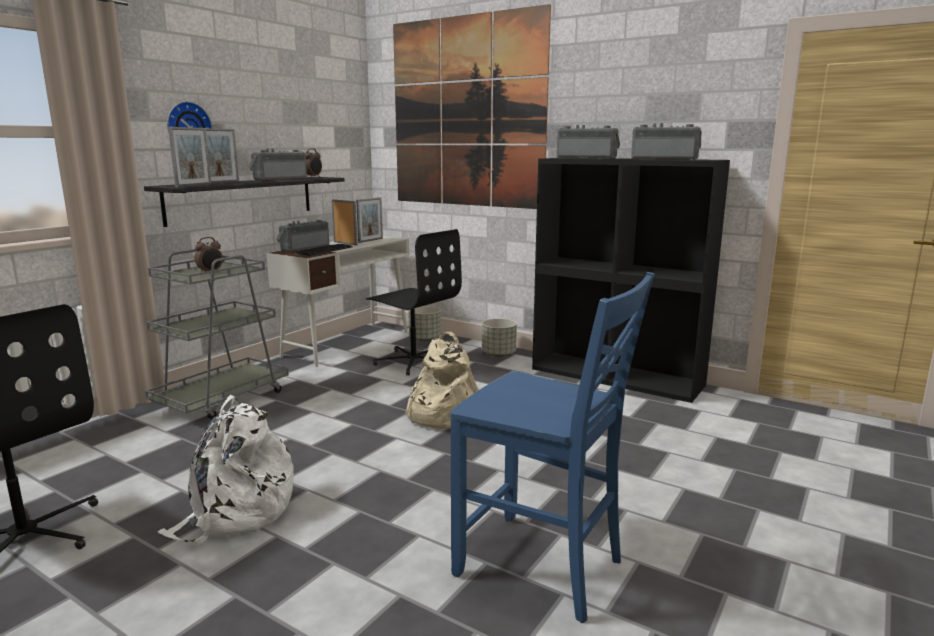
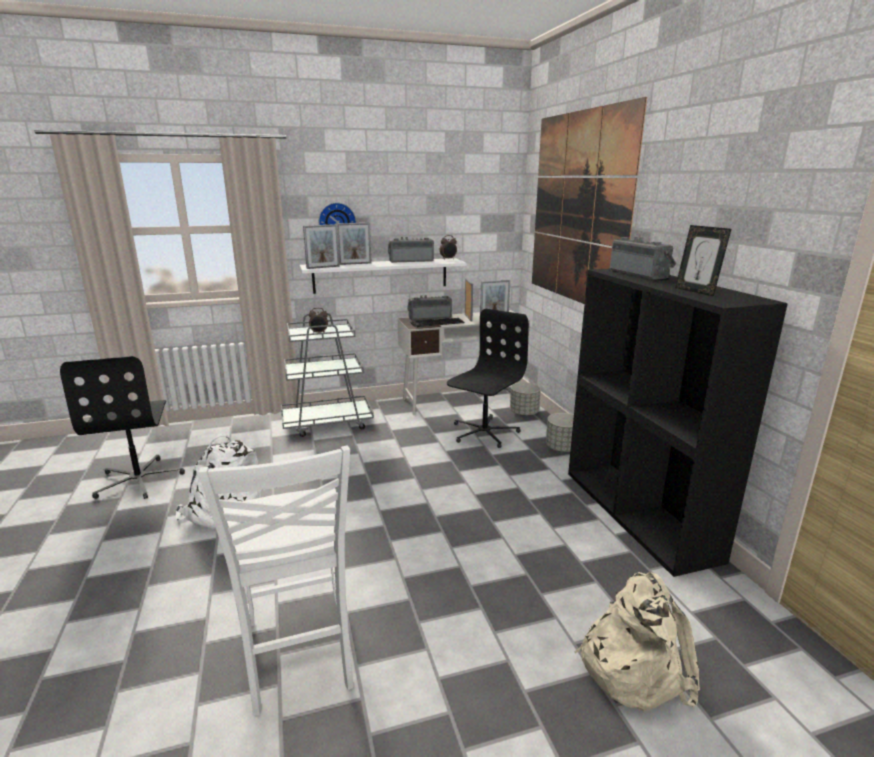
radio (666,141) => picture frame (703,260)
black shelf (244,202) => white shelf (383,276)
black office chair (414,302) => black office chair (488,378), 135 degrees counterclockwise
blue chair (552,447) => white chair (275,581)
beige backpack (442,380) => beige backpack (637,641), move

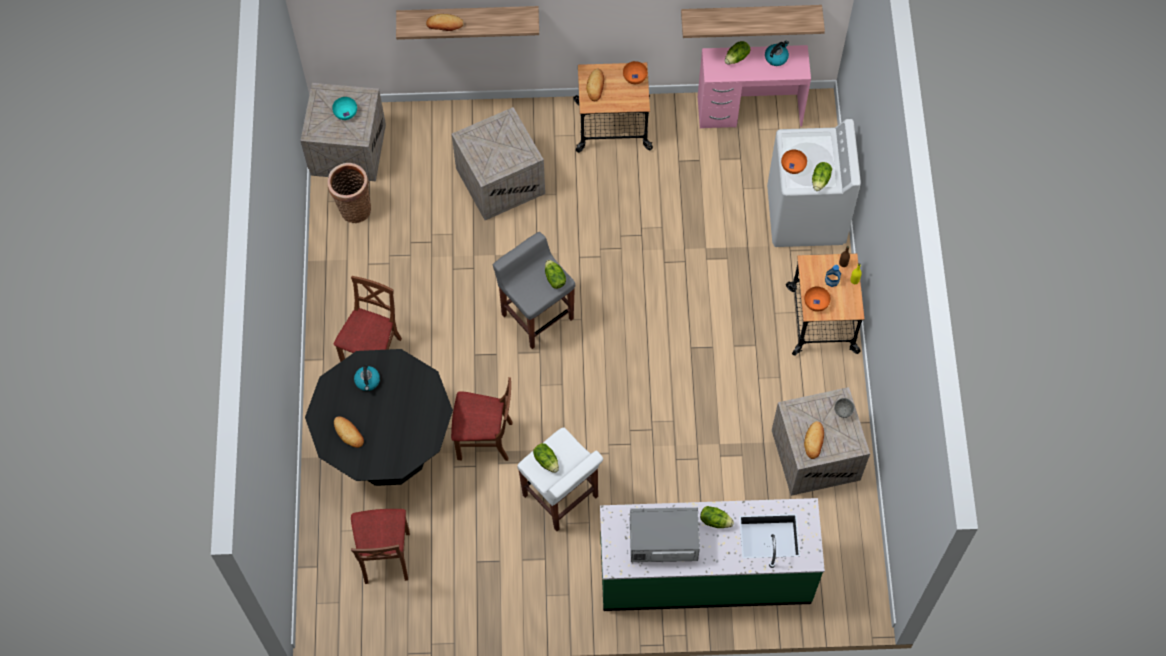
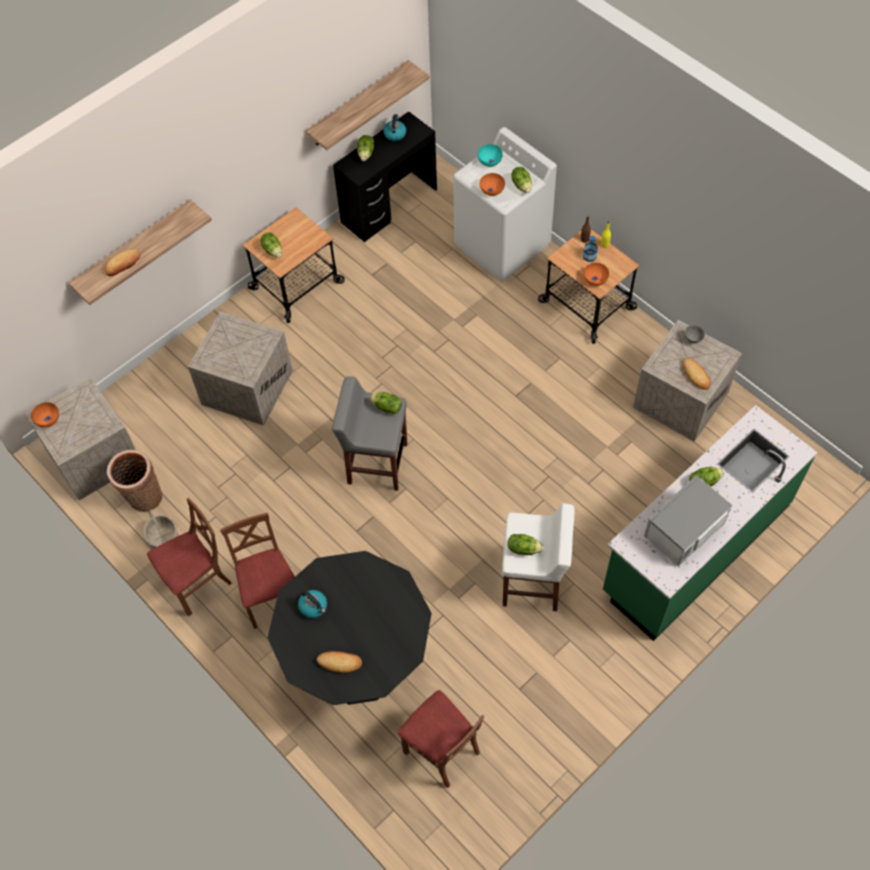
pink desk (754,87) => black desk (385,176)
orange bowl (635,72) => orange bowl (45,415), move
bread (595,84) => lettuce (271,245)
turquoise bowl (344,108) => turquoise bowl (490,155), move
brown chair (481,419) => brown chair (189,557), move
nothing => basket (160,529)

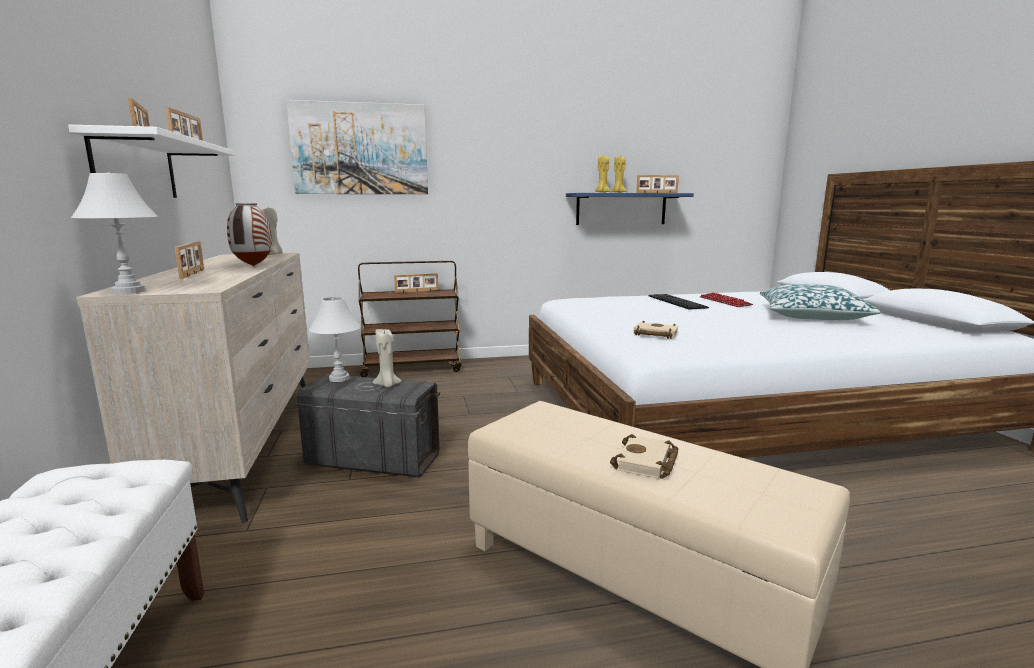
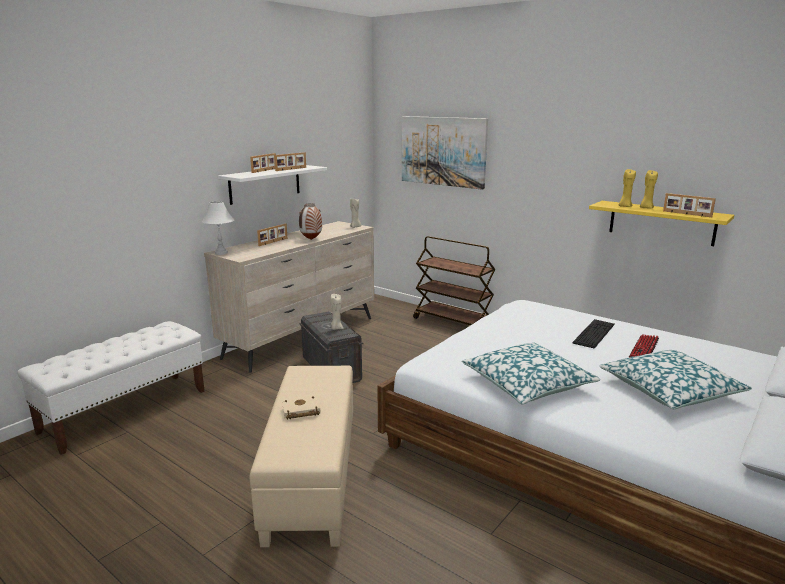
blue shelf (630,209) => yellow shelf (661,223)
picture frame (416,283) => nothing
white table lamp (335,339) => nothing
beige book (656,330) => nothing
nothing => pillow (531,373)

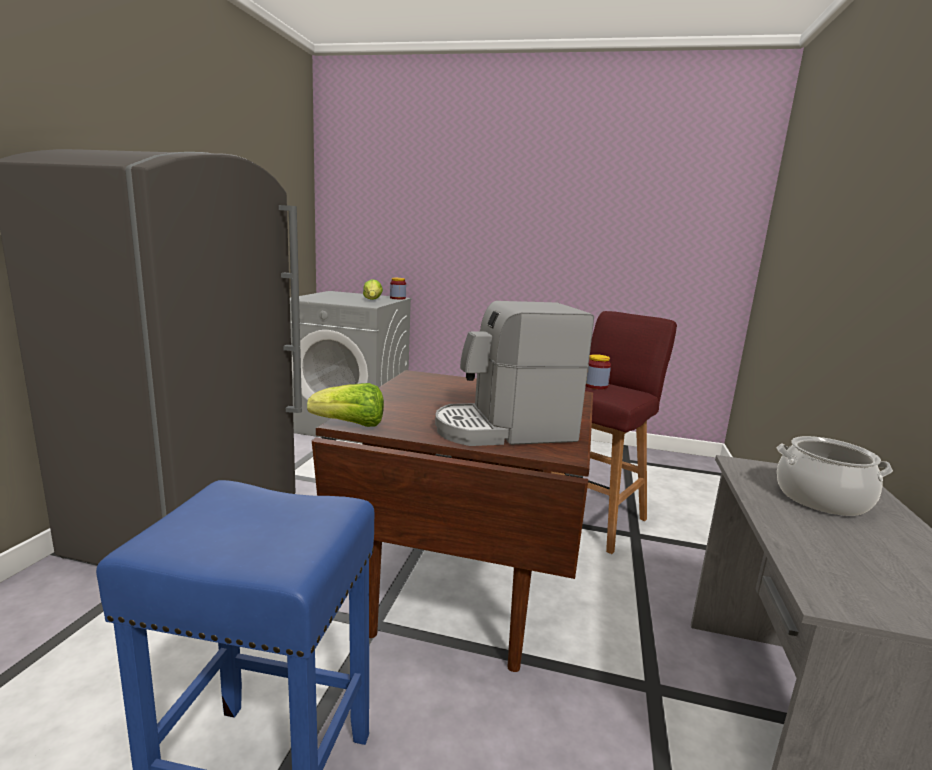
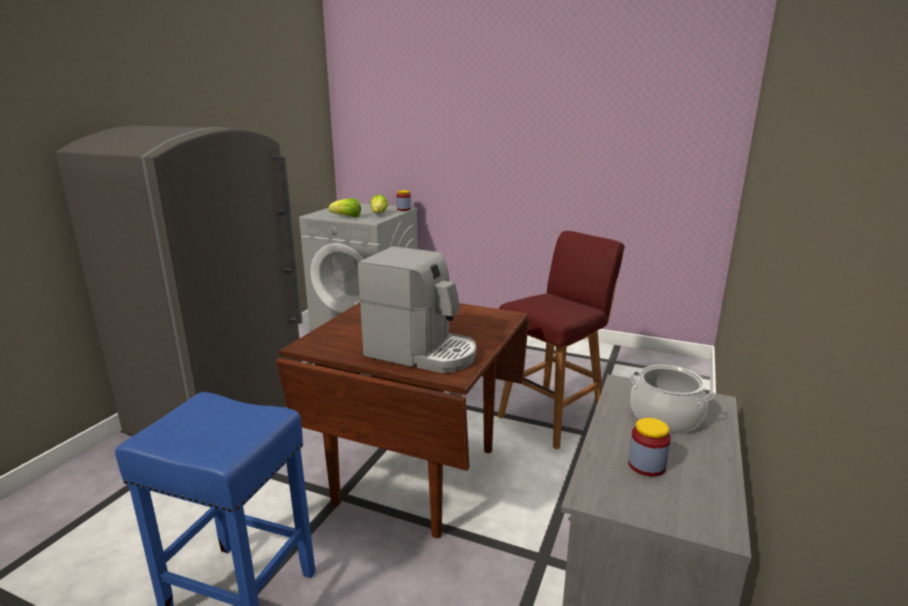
coffee machine (514,373) => coffee machine (416,309), 150 degrees counterclockwise
jar (598,371) => jar (649,447), move
lettuce (345,405) => lettuce (344,207), move

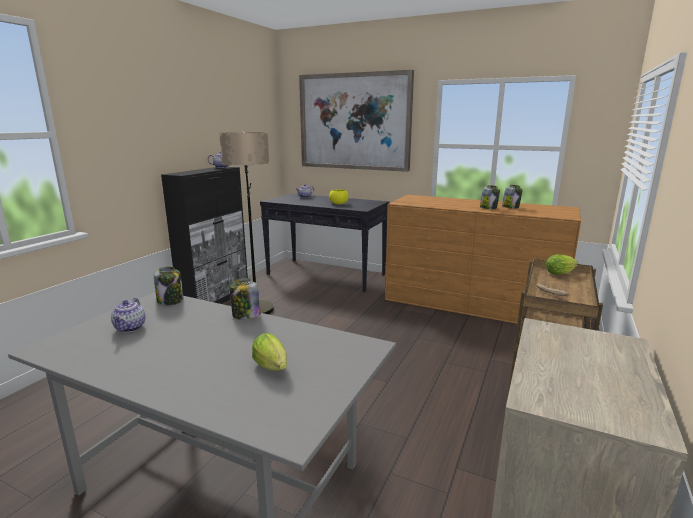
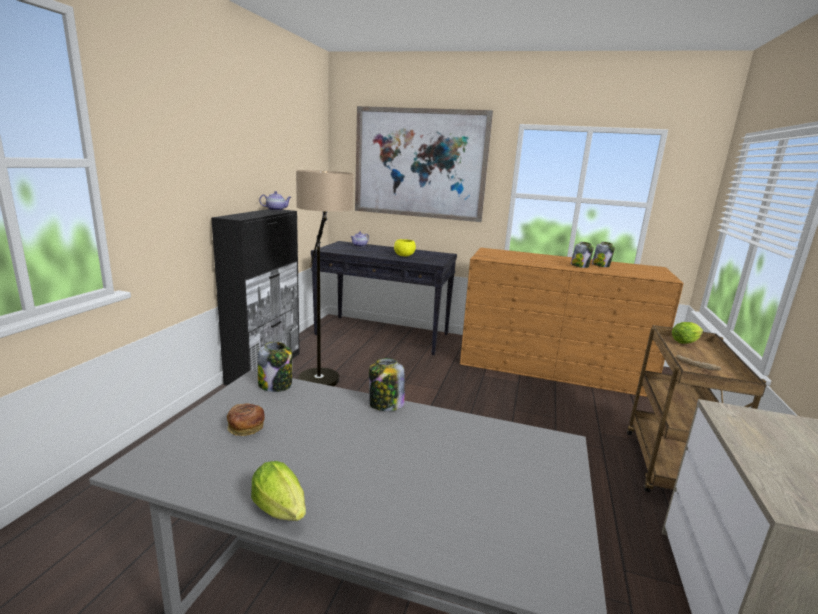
teapot (128,315) => bread (246,419)
lettuce (269,352) => lettuce (278,491), move

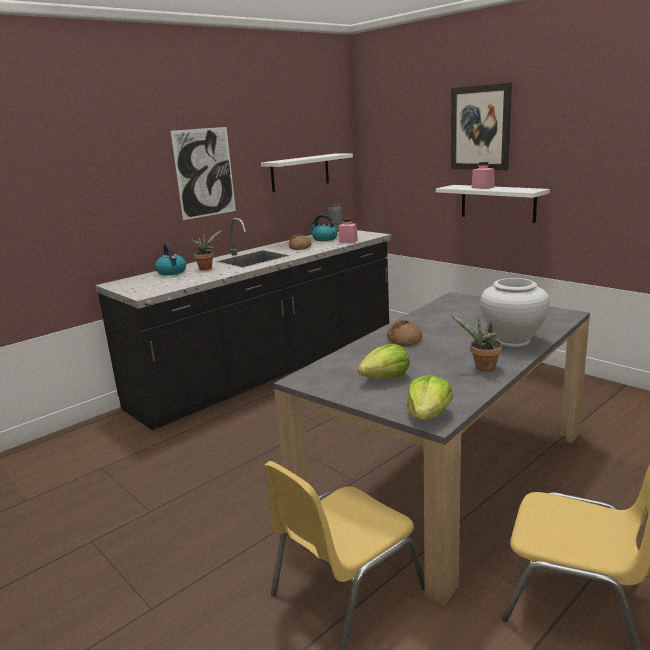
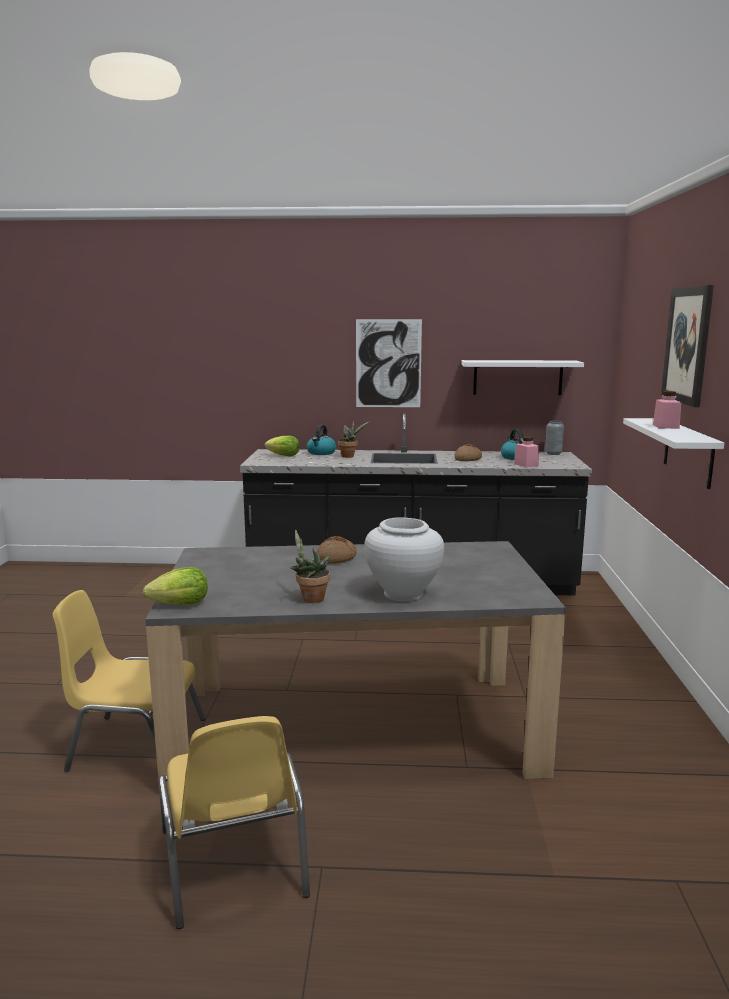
lettuce (384,361) => lettuce (282,446), move

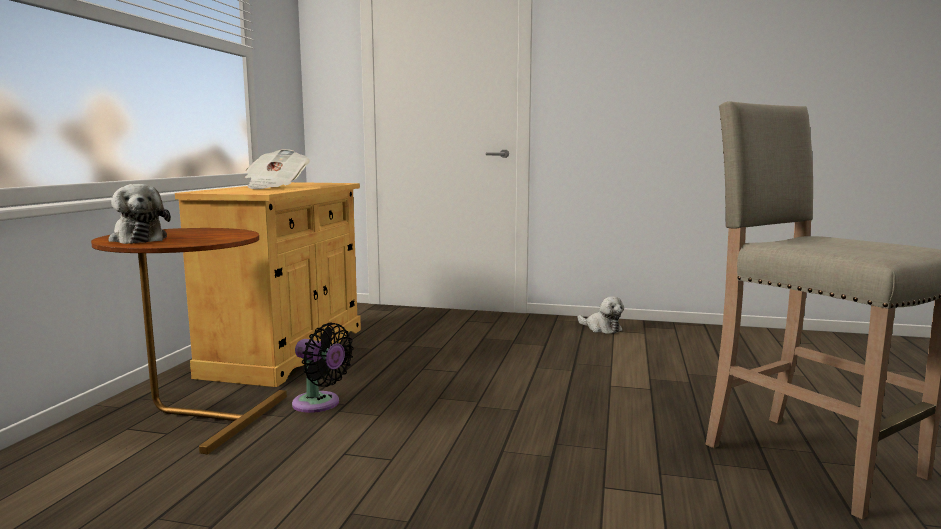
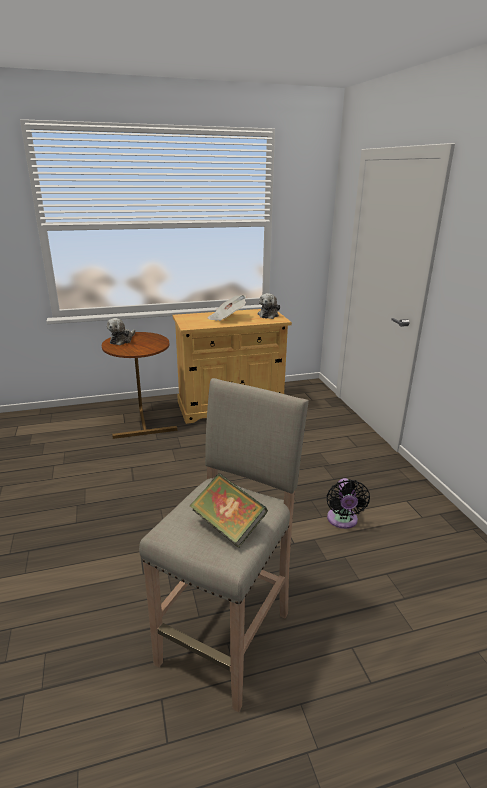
plush toy (600,315) => plush toy (269,306), move
black fan (323,367) => black fan (348,503), move
nothing => book (228,510)

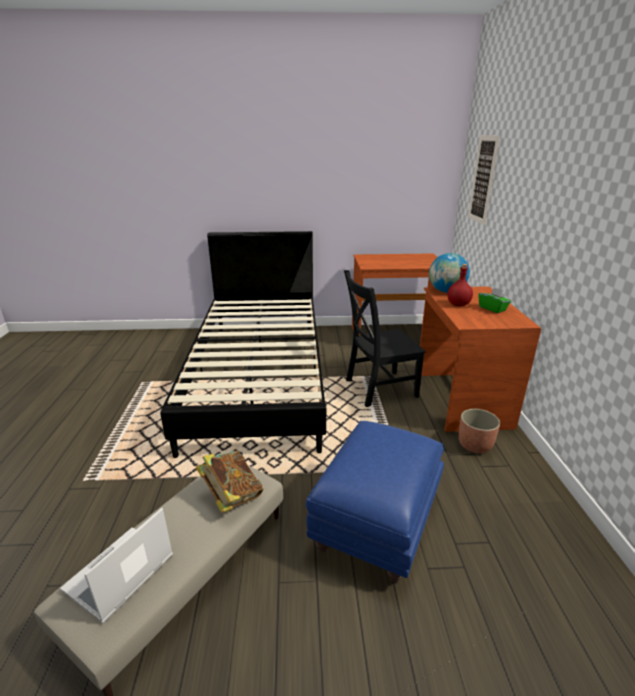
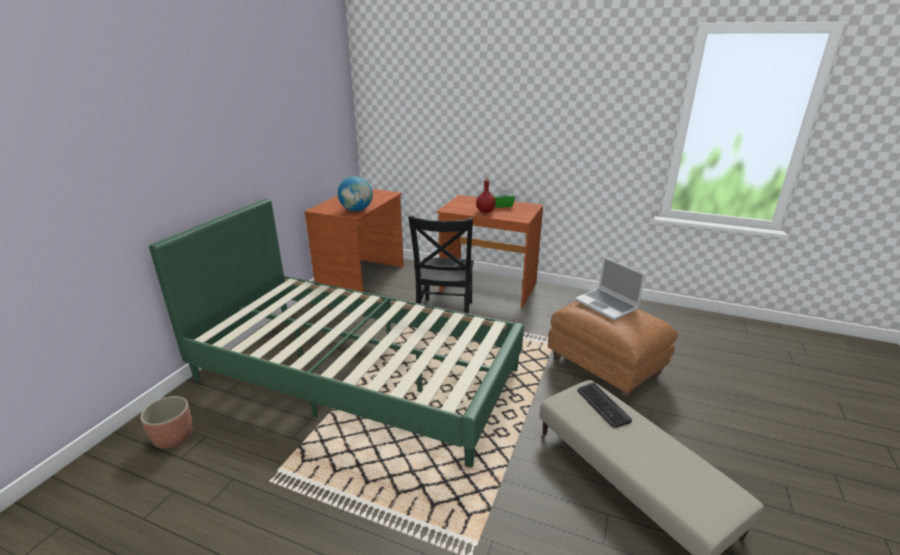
picture (484,180) => nothing
black bed (243,344) => green bed (336,333)
globe (449,273) => globe (355,193), move
planter (479,431) => planter (166,422), move
blue ottoman (375,502) => brown ottoman (613,350)
book (229,482) => keyboard (604,405)
laptop (116,565) => laptop (610,288), move

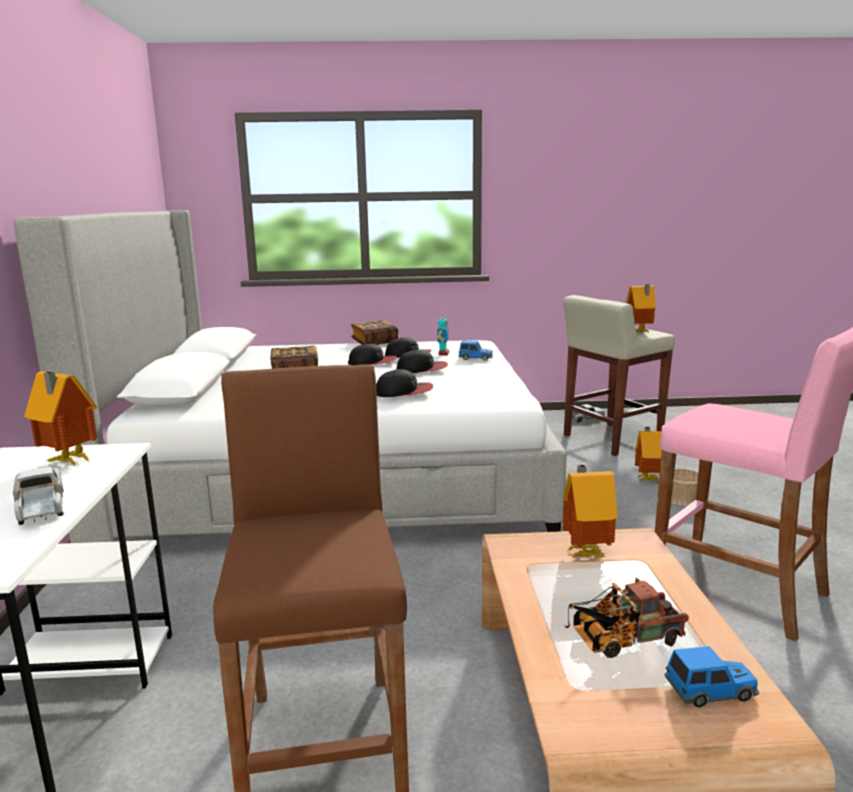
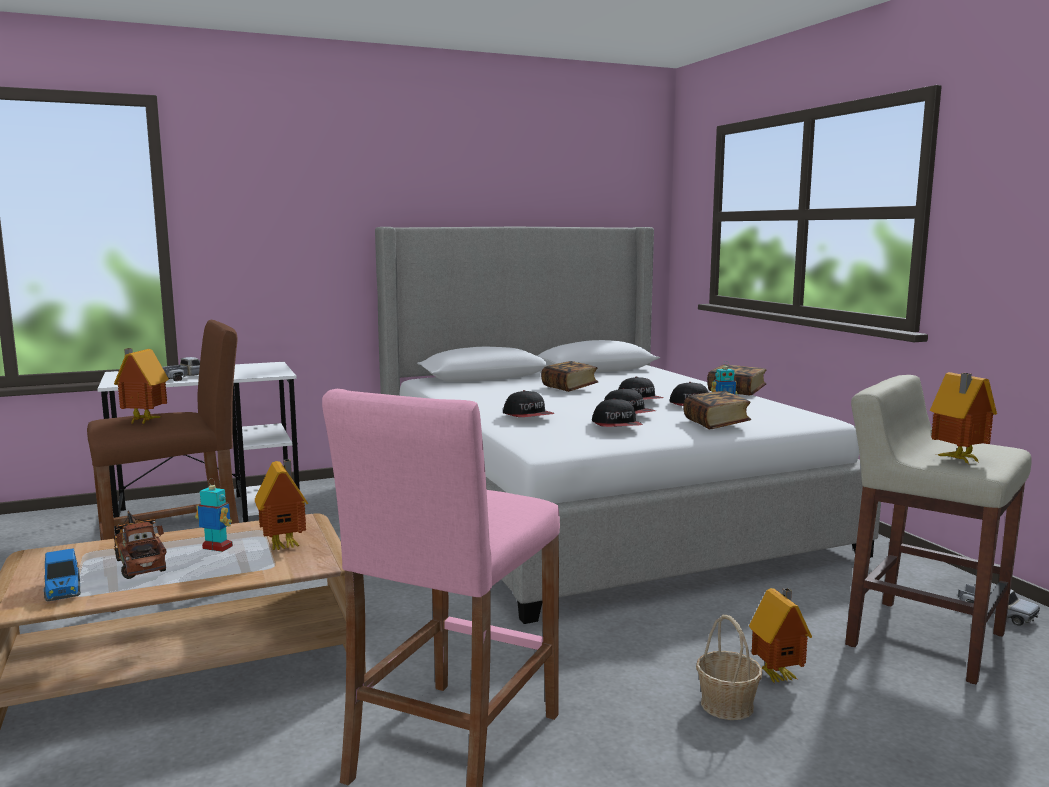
toy car (476,350) => book (717,410)
toy house (61,418) => toy house (141,386), move
nothing => cap (617,412)
nothing => toy robot (214,515)

